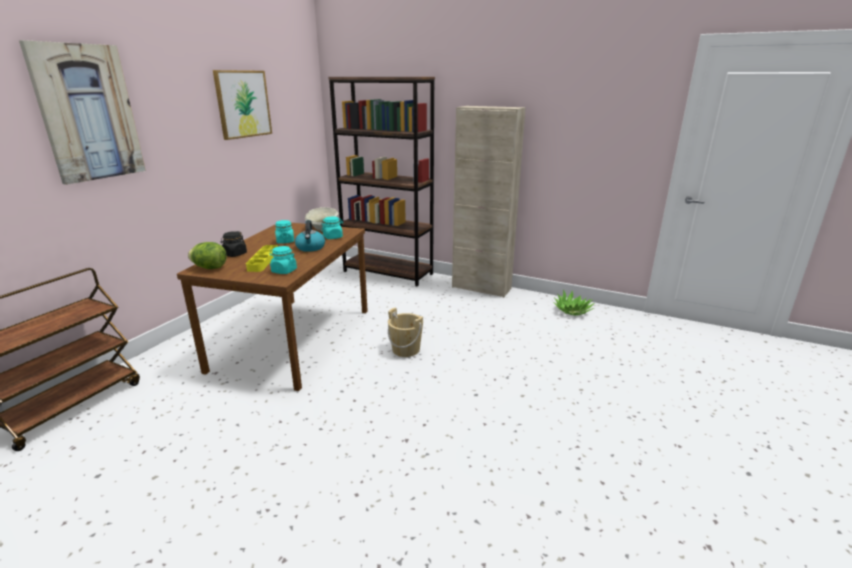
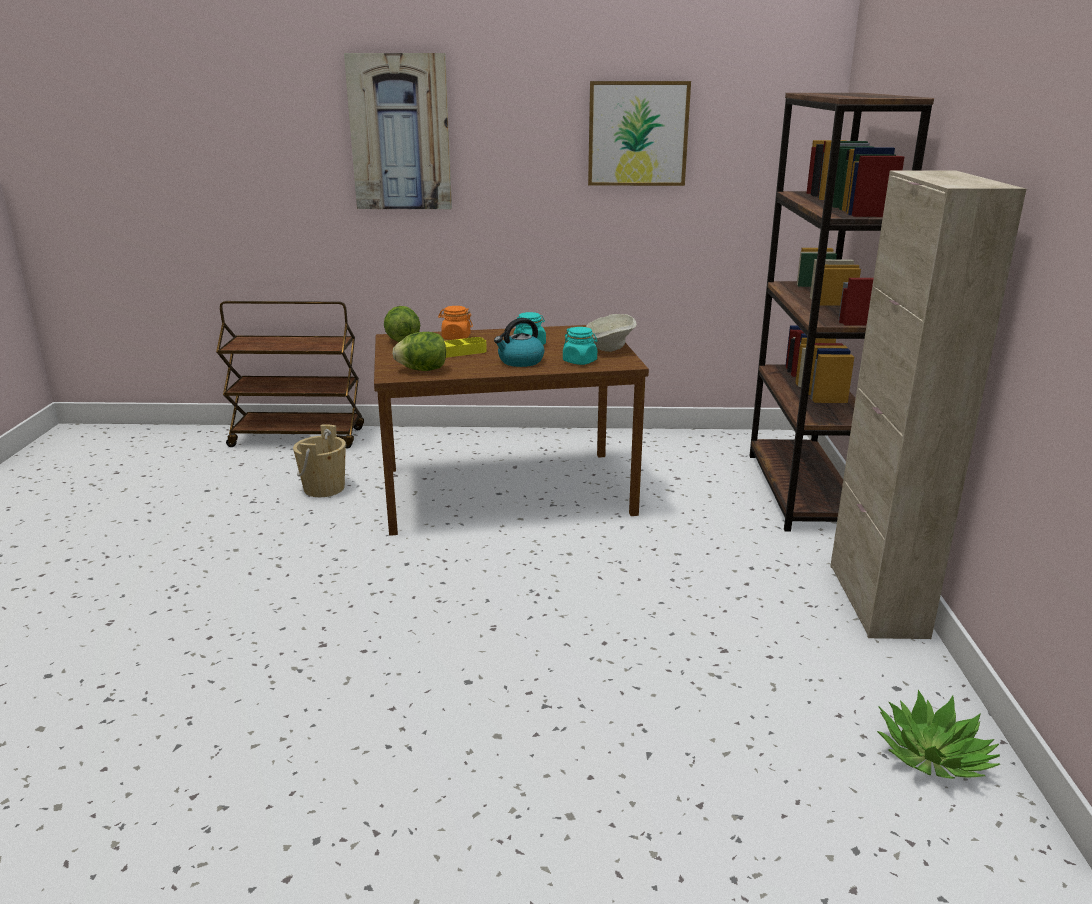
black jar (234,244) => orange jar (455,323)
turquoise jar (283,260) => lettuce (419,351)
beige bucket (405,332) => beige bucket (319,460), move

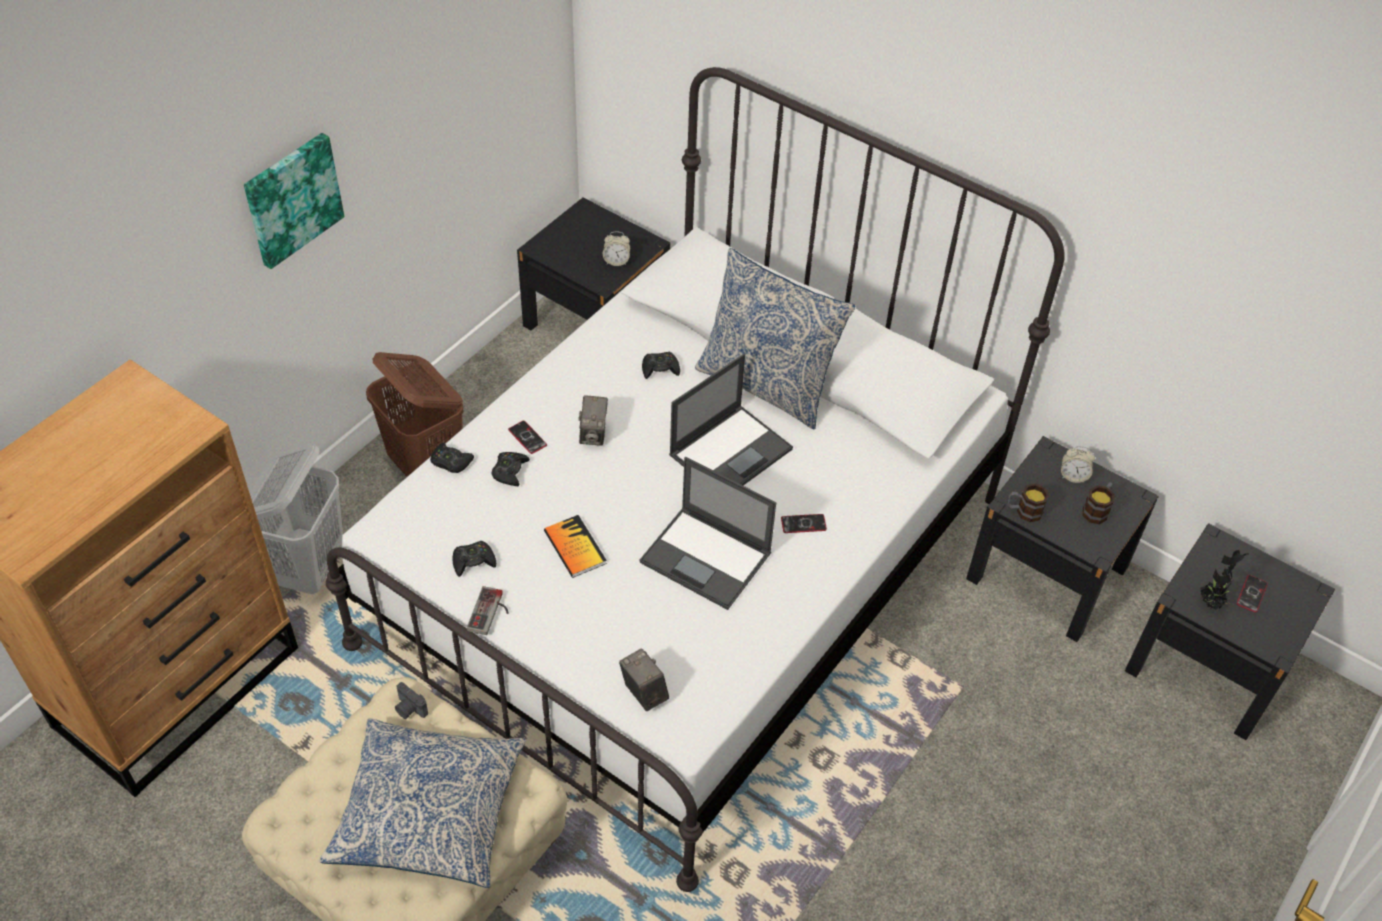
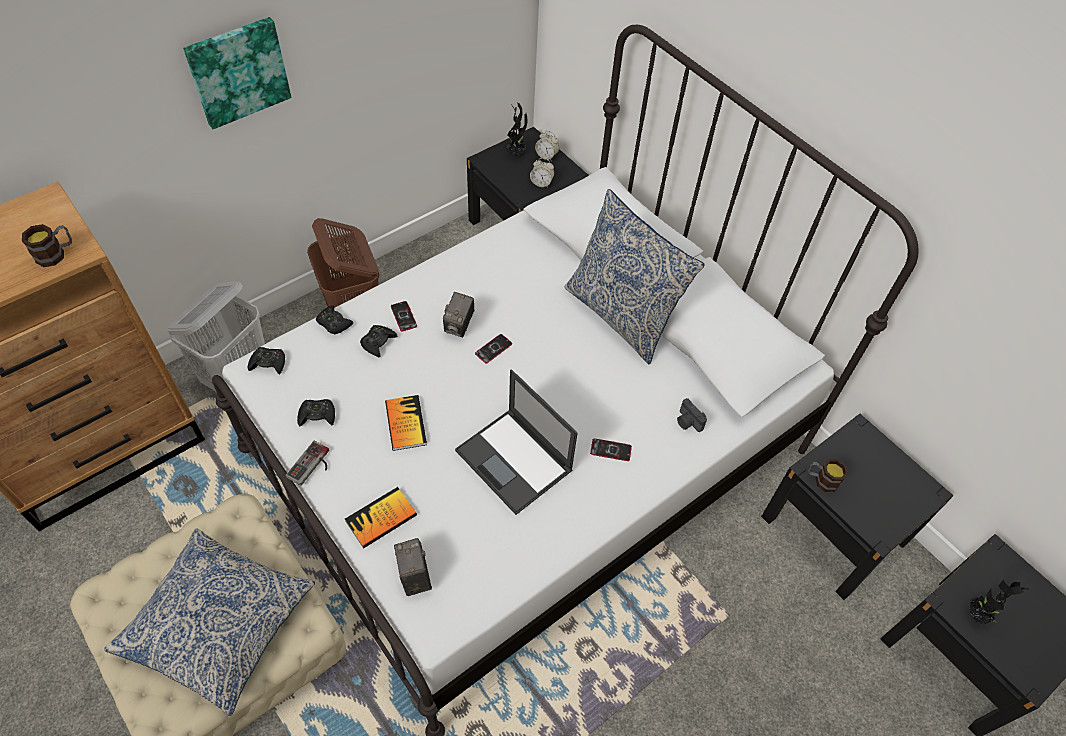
black game controller (661,365) => black game controller (266,361), move
laptop (731,419) => nothing
alarm clock (1078,464) => alarm clock (547,146), move
mug (1098,503) => mug (47,245), move
phone (1252,594) => phone (493,348), move
photo camera (411,700) => photo camera (692,415), move
nothing => potted plant (516,129)
nothing => book (381,518)

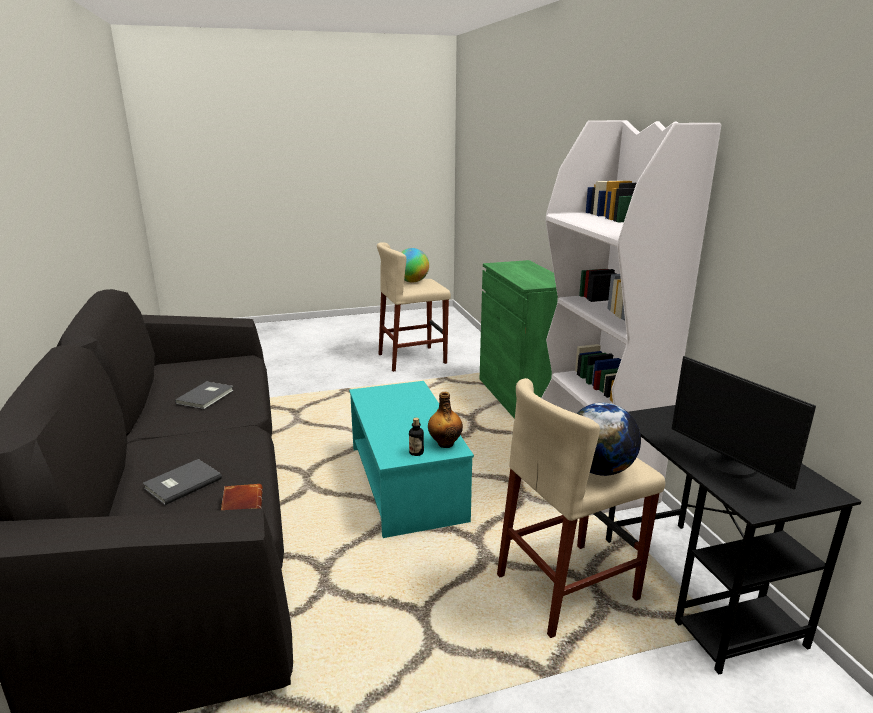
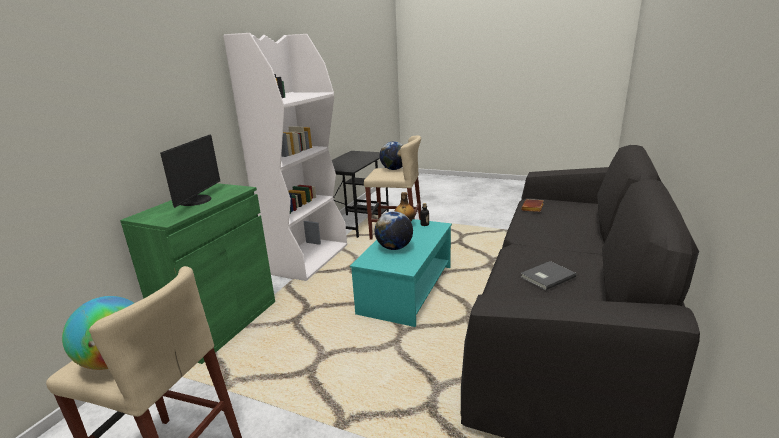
monitor (744,423) => monitor (190,171), move
grey book (182,482) => nothing
nothing => globe (394,230)

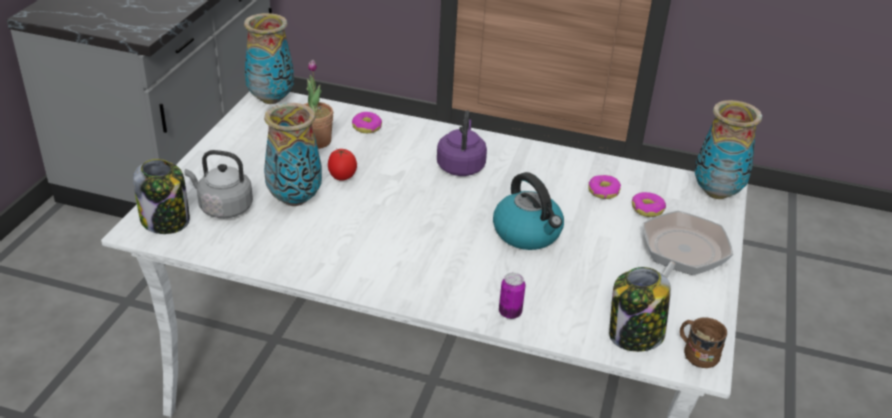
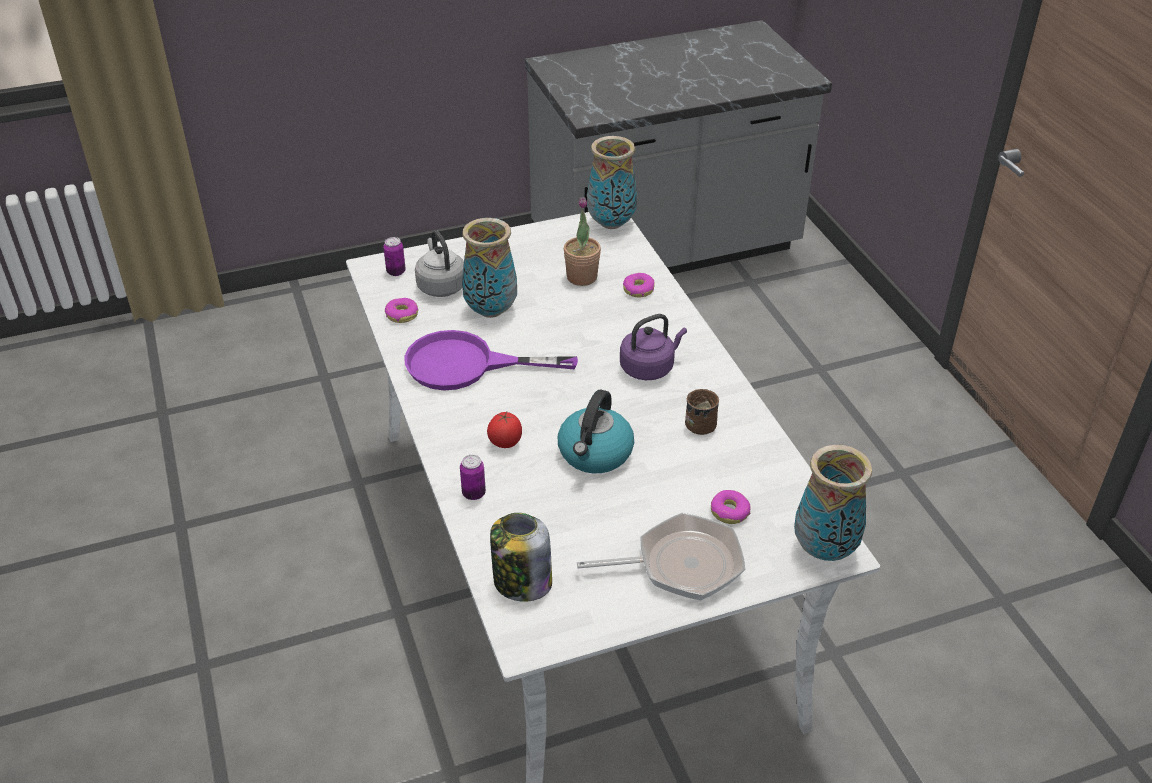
tomato (342,165) => tomato (504,430), move
jar (161,196) => can (394,256)
donut (604,187) => donut (401,310), move
brown mug (703,342) => brown mug (702,412), move
nothing => purple frying pan (491,360)

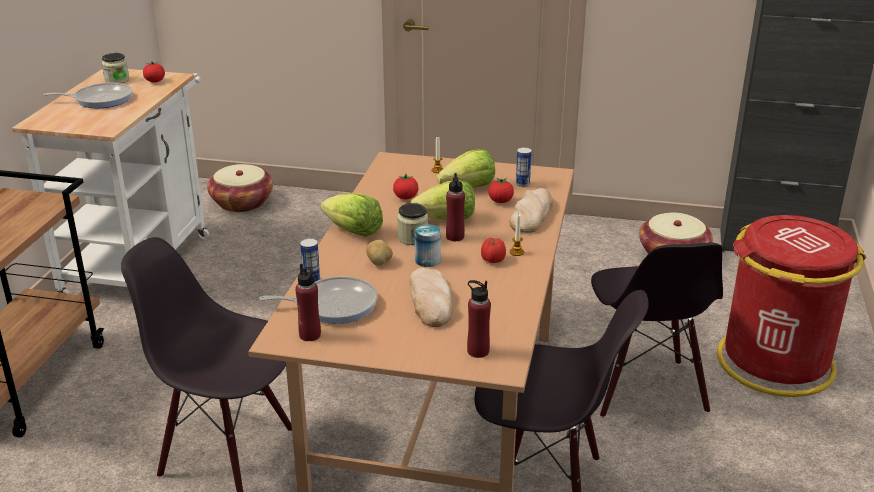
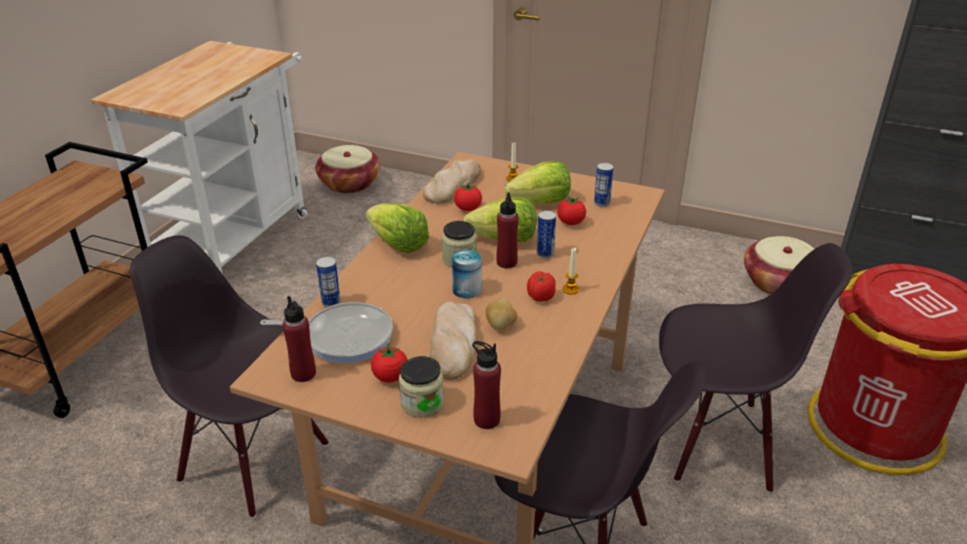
jar (115,68) => jar (421,387), move
tomato (154,72) => tomato (389,363), move
frying pan (88,95) => nothing
bread (531,210) => bread (452,181), move
potato (379,252) => potato (501,314), move
black chair (657,330) => black chair (755,368), 90 degrees counterclockwise
nothing => can (546,234)

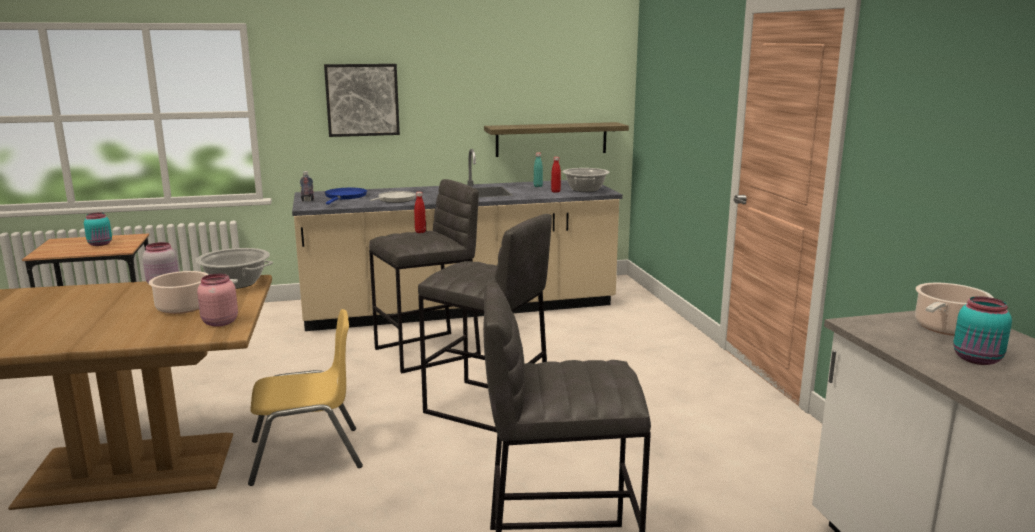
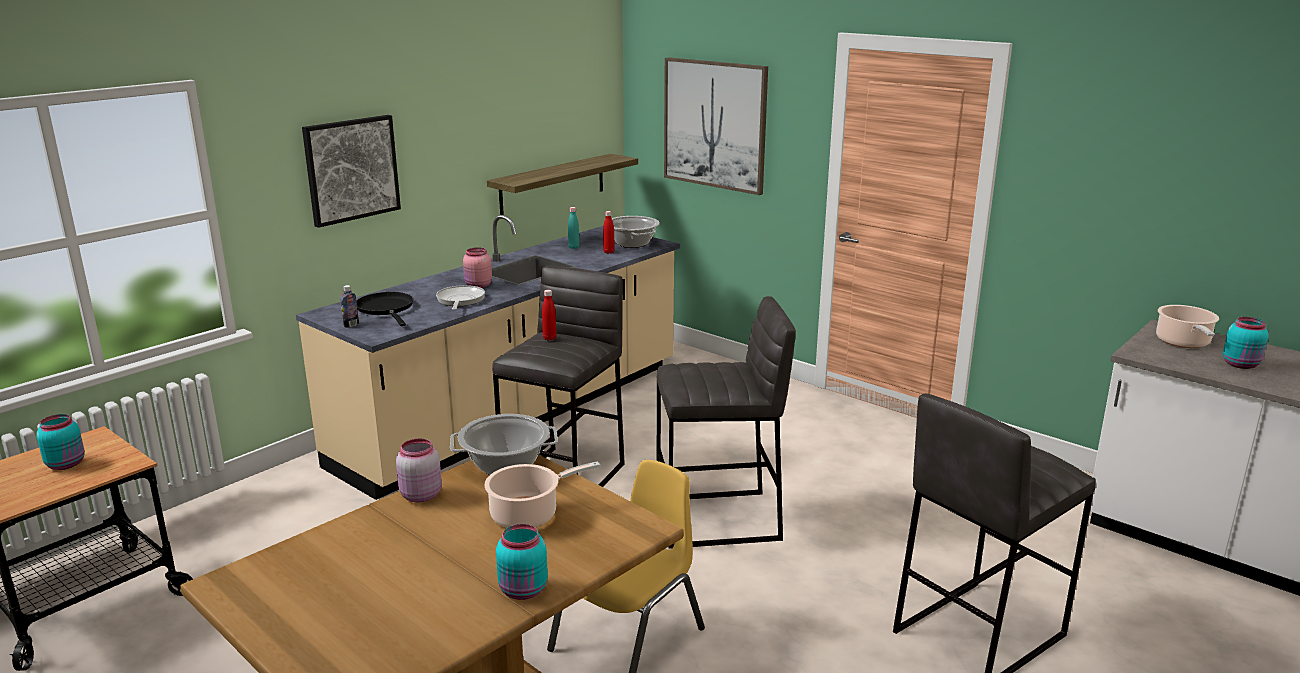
blue frying pan (346,196) => black frying pan (384,309)
pink jar (217,300) => pink jar (477,267), move
nothing => picture (716,126)
nothing => turquoise jar (522,562)

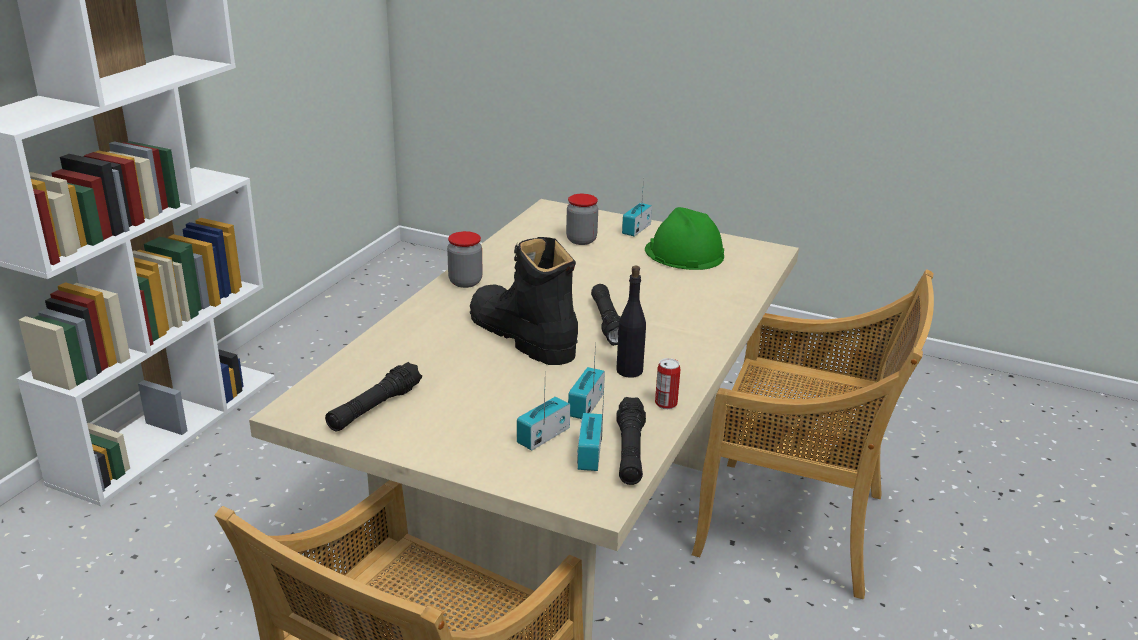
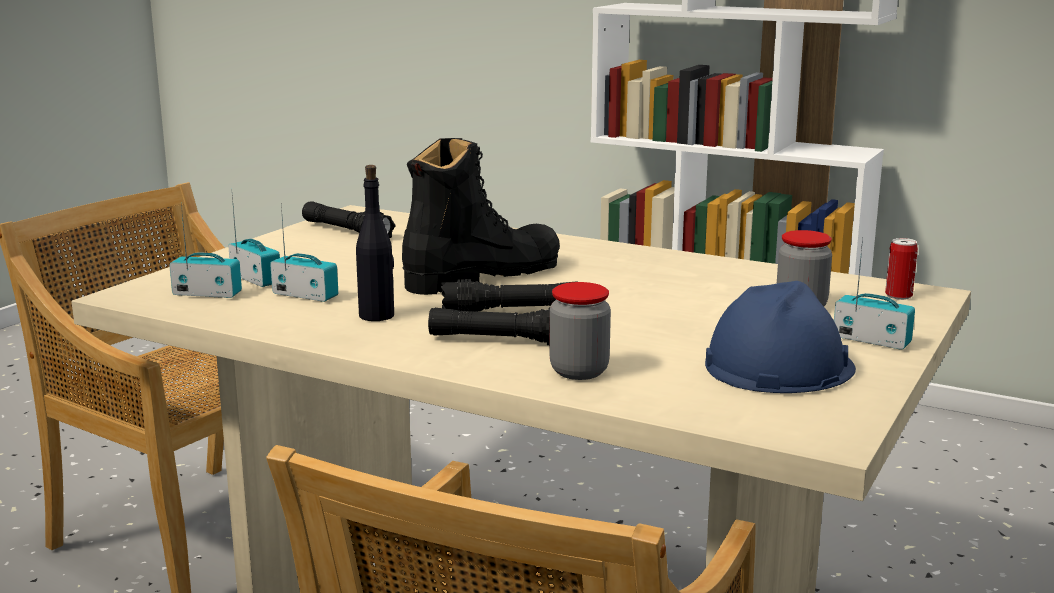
green hard hat (684,238) => blue hard hat (780,337)
jar (465,259) => jar (580,331), move
can (667,383) => can (901,269), move
black flashlight (631,441) => black flashlight (489,326), move

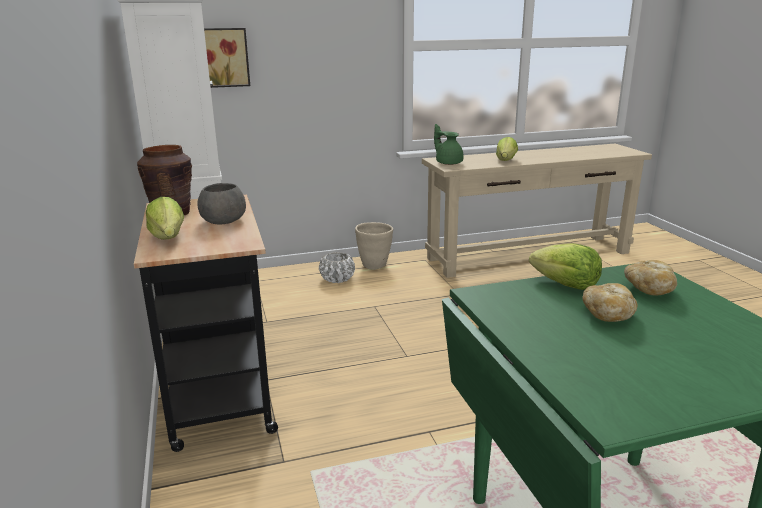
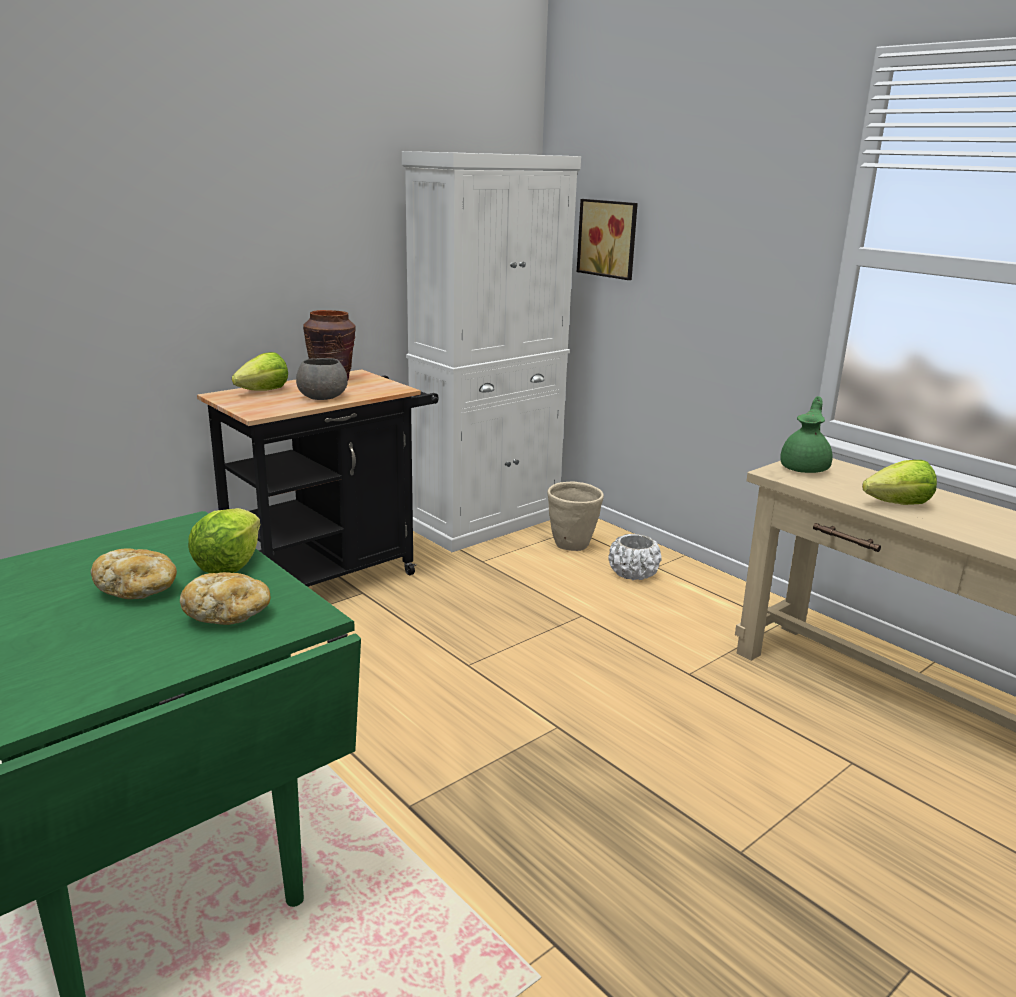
beige planter (374,246) => beige planter (575,516), move

